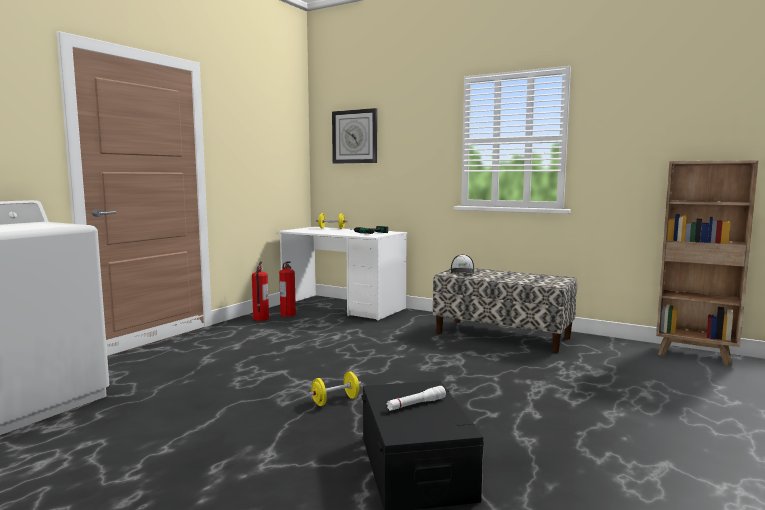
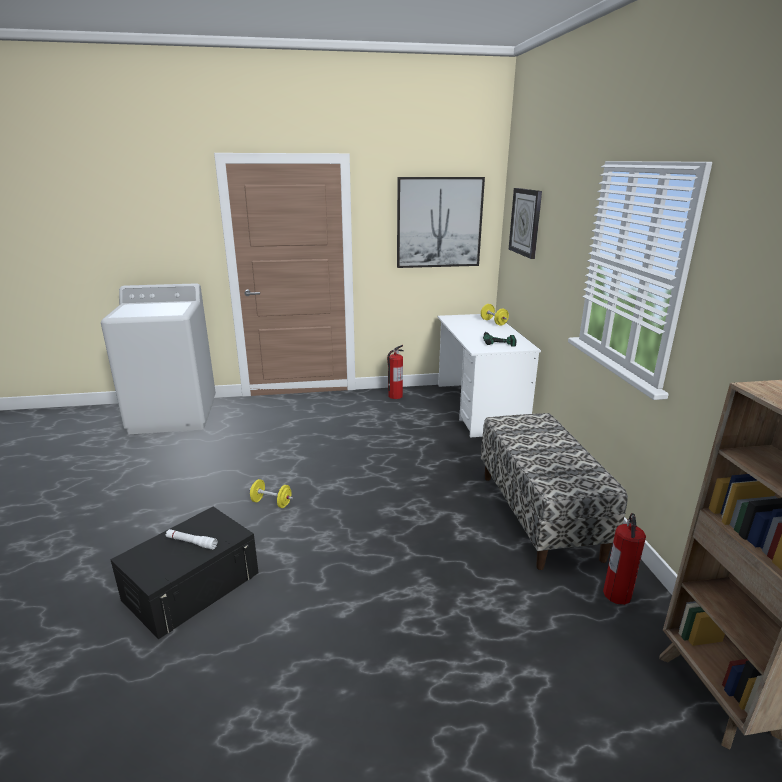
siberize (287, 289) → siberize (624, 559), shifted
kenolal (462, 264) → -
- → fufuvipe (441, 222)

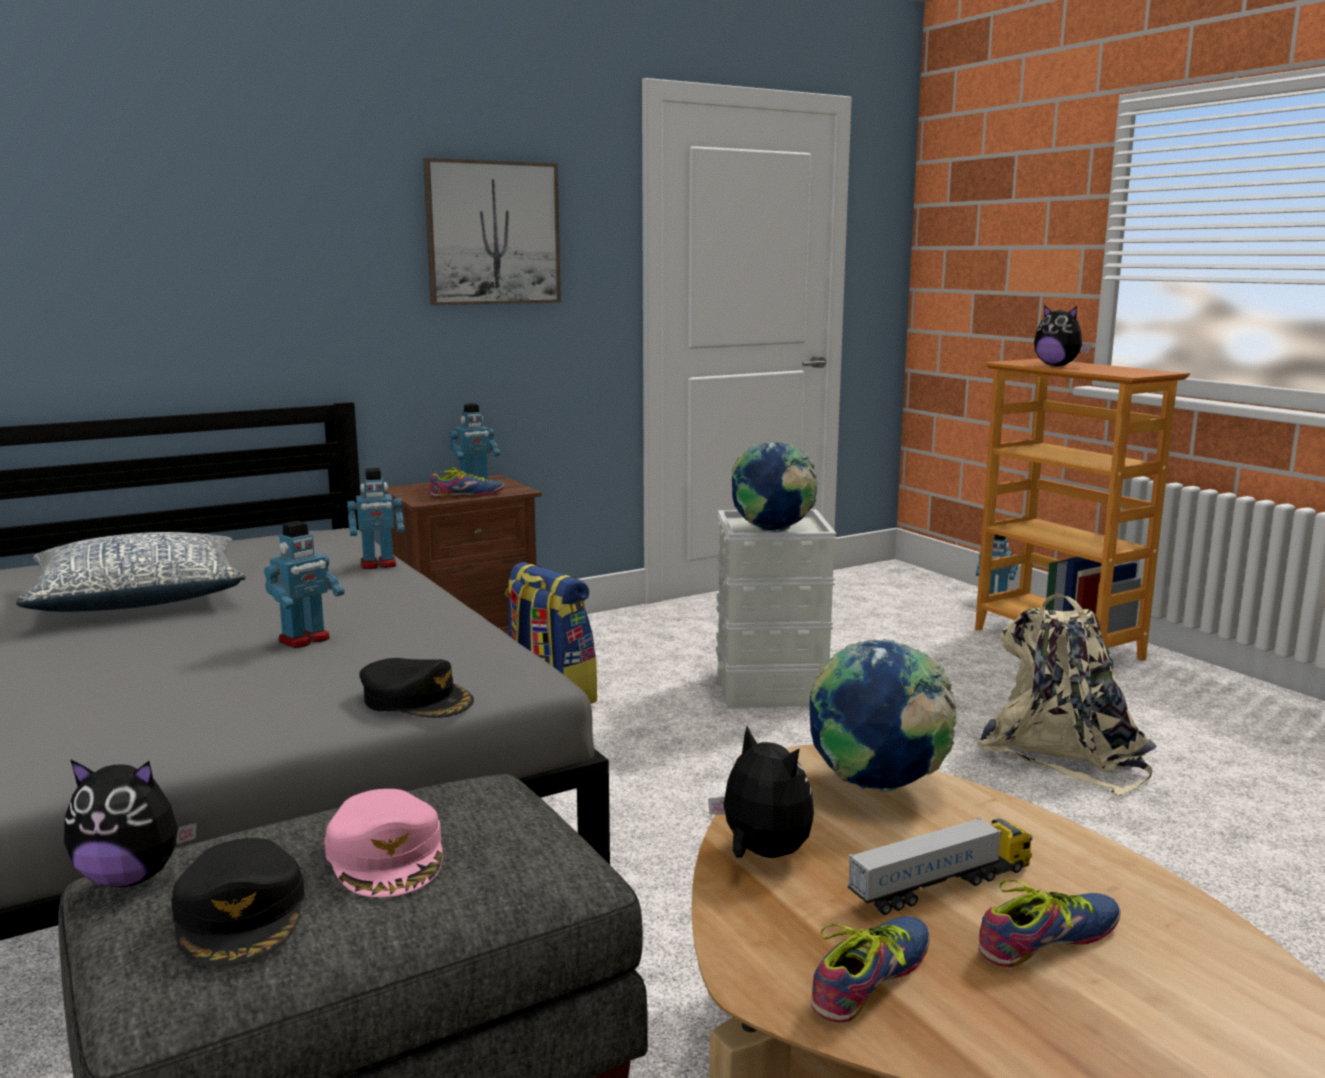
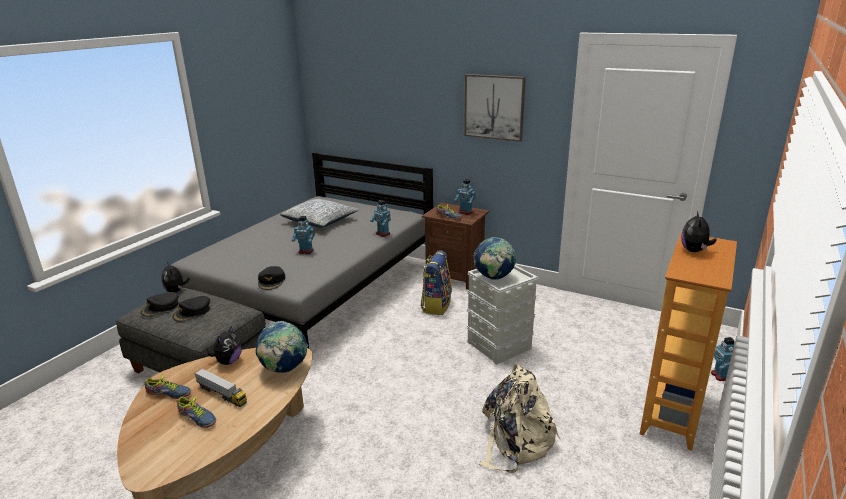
pink_kenolal (384, 843) → black_kenolal (191, 309)

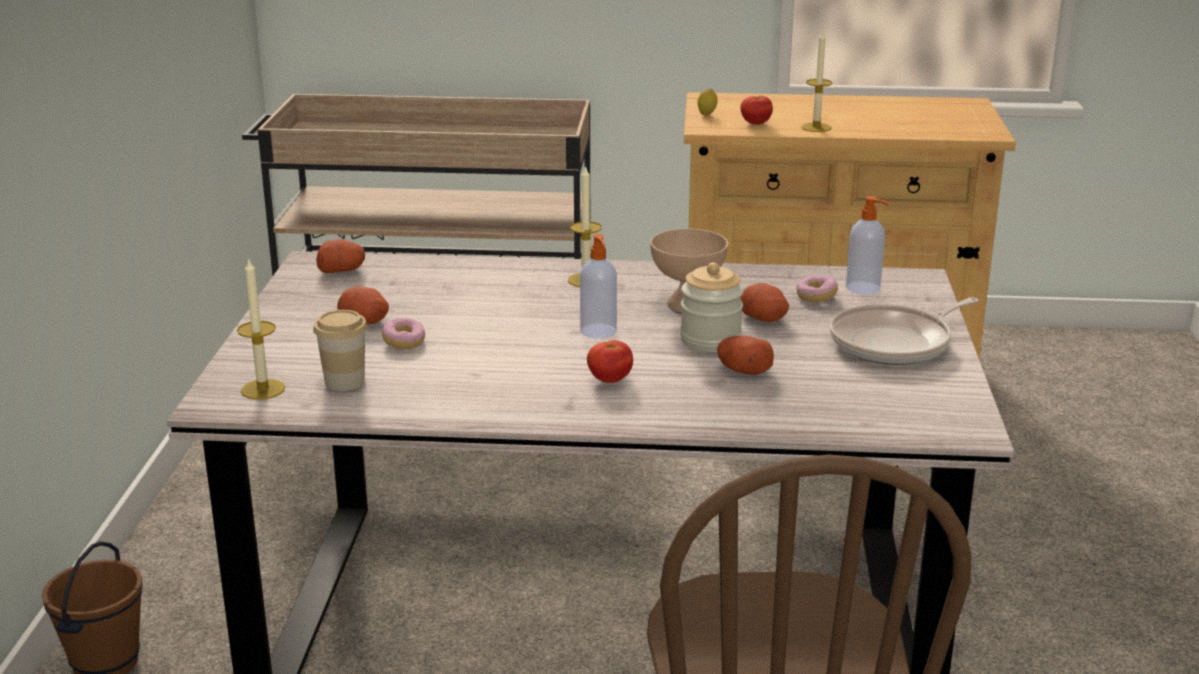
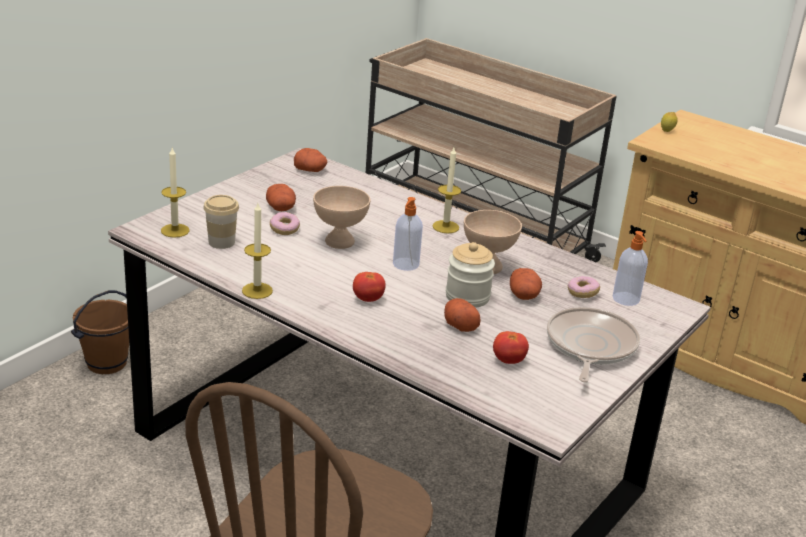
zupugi (756, 110) → zupugi (511, 347), shifted
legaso (817, 82) → legaso (257, 251), shifted
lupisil (904, 331) → lupisil (593, 344), 105 degrees clockwise
- → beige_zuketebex (341, 217)

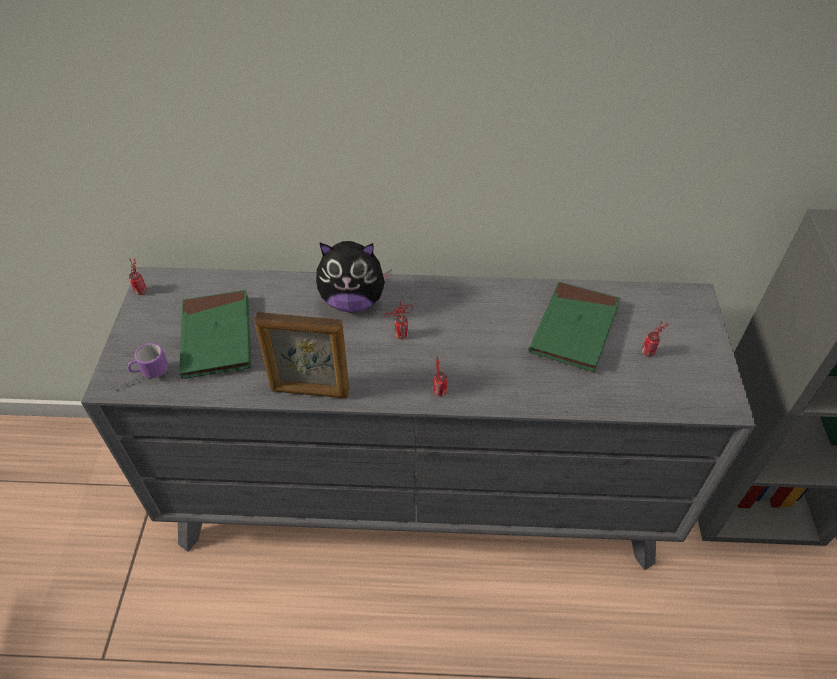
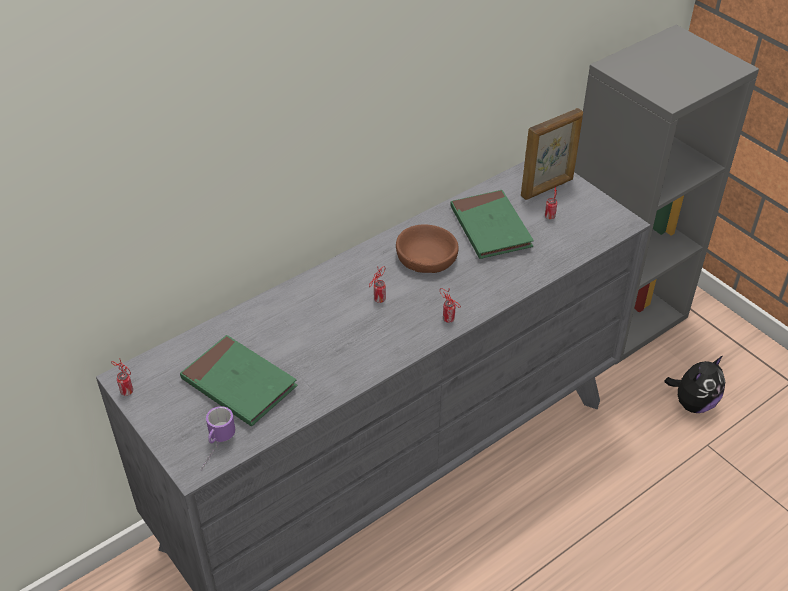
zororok (301, 355) → zororok (552, 154), shifted
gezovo (353, 277) → gezovo (695, 384), shifted
- → brown_zuketebex (427, 249)

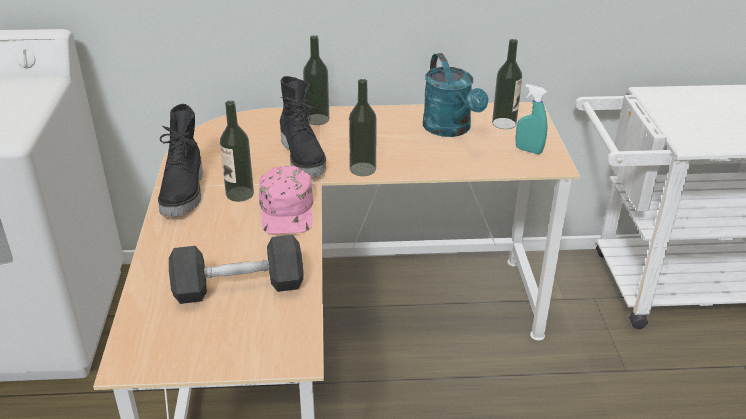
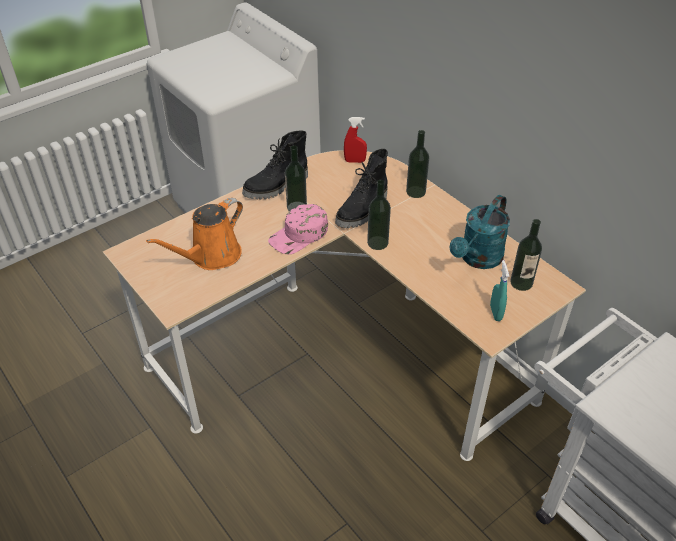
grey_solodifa (236, 269) → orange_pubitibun (194, 234)
- → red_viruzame (355, 140)

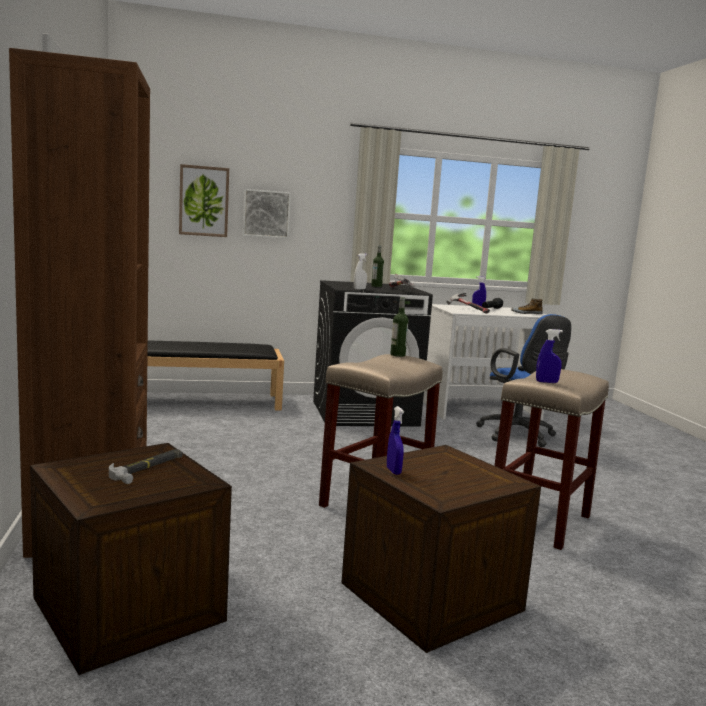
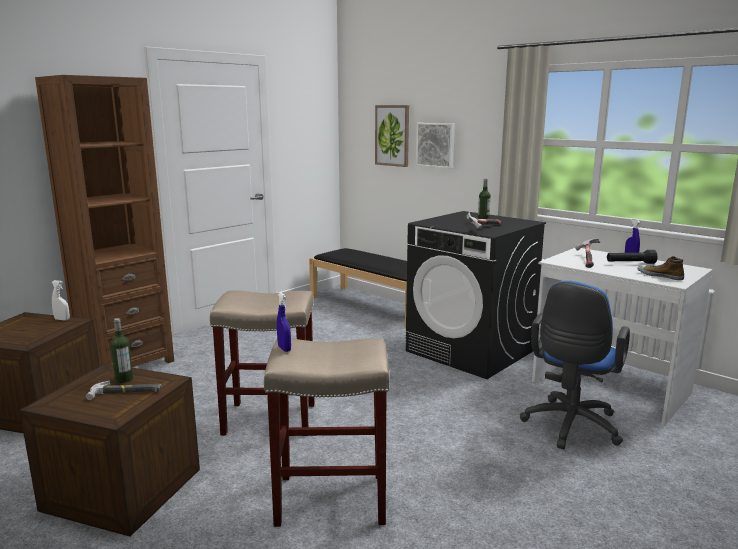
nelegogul (146, 466) → nelegogul (124, 390), shifted
white_viruzame (360, 272) → white_viruzame (60, 300), shifted
blue_viruzame (395, 440) → -
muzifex (399, 327) → muzifex (121, 350), shifted

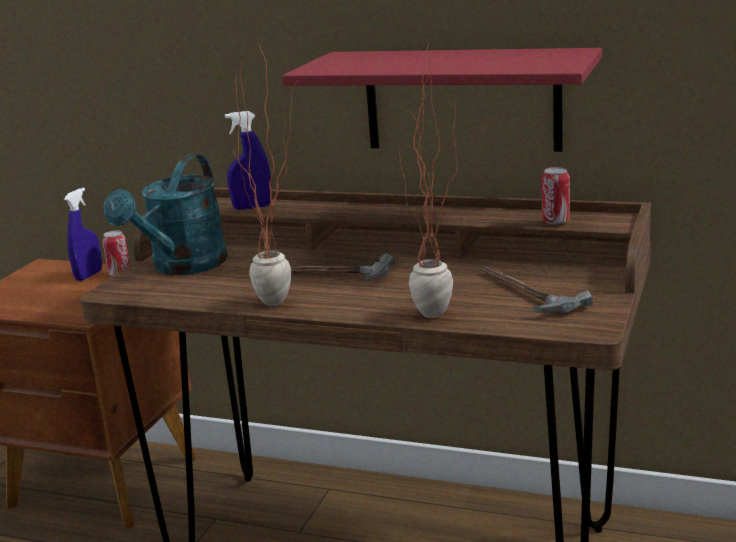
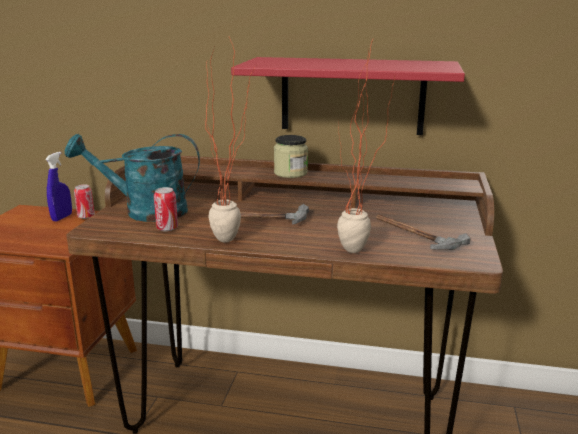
turquoise_pubitibun (165, 214) → turquoise_pubitibun (132, 178), 75 degrees clockwise
blue_viruzame (248, 160) → -
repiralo (555, 196) → repiralo (166, 209), shifted
- → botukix (291, 156)

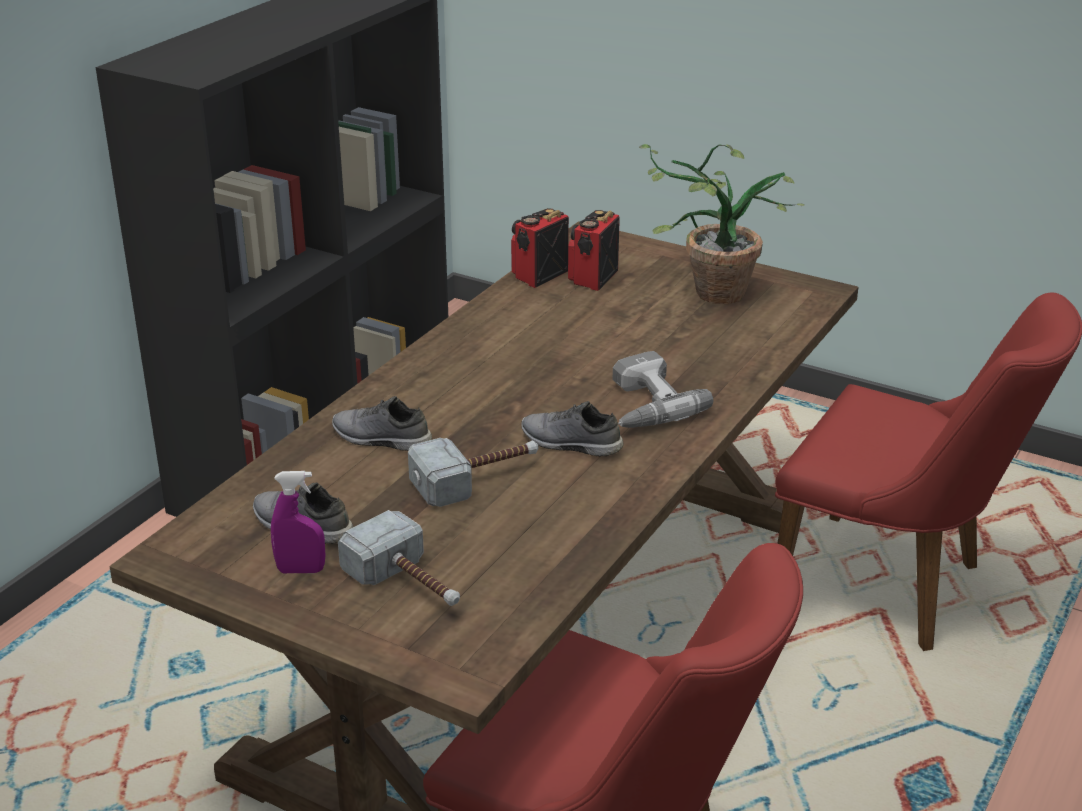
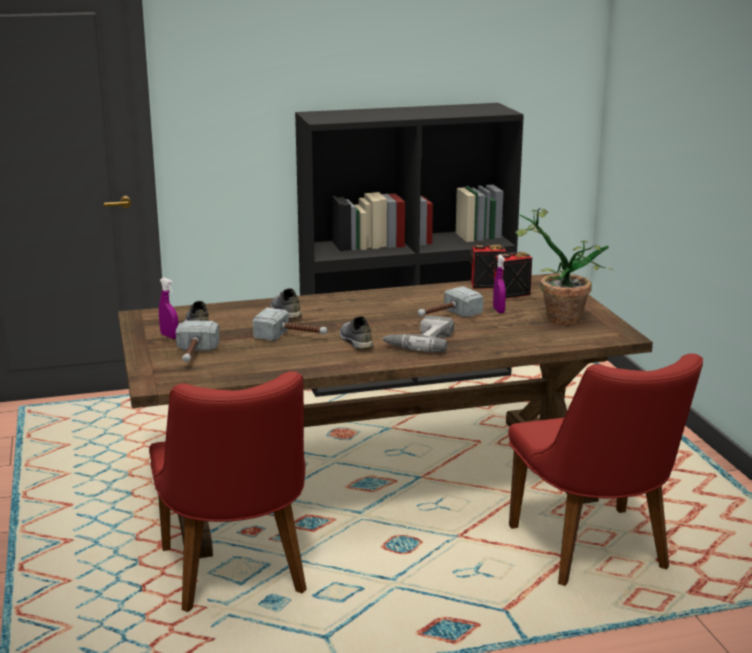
- → nelegogul (451, 302)
- → purple_viruzame (499, 284)

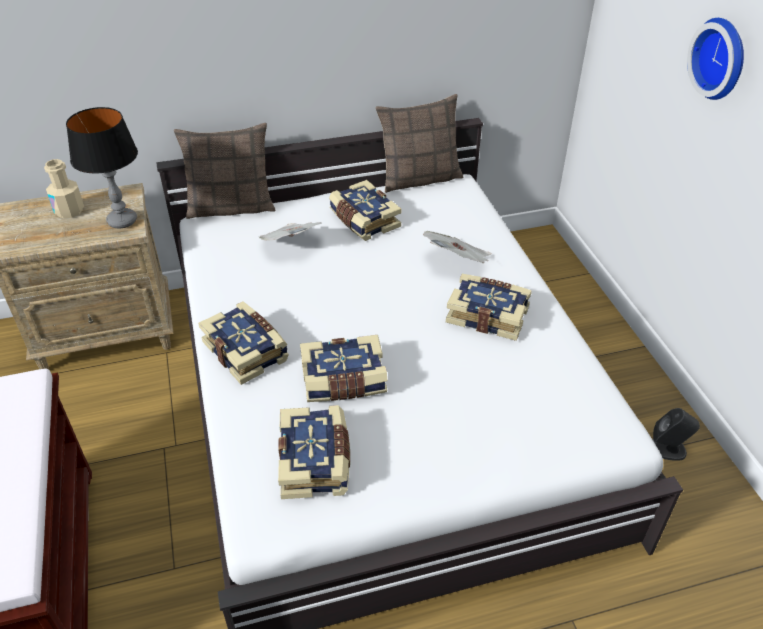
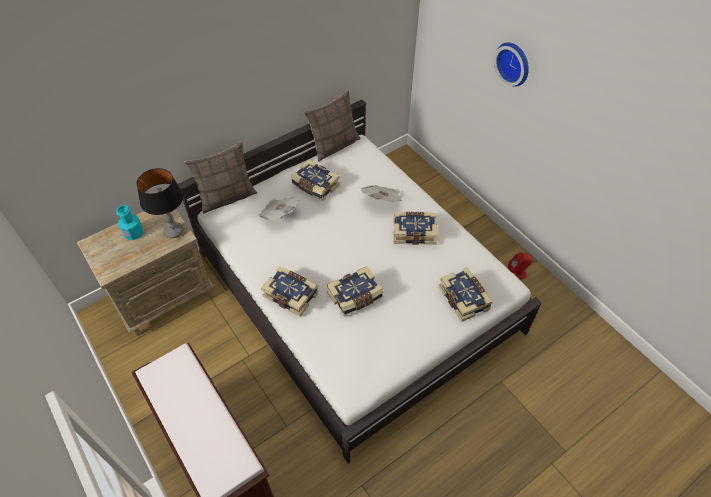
beige_muzifex (64, 188) → turquoise_muzifex (129, 222)
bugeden (314, 452) → bugeden (465, 294), shifted
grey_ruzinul (676, 434) → red_ruzinul (520, 266)

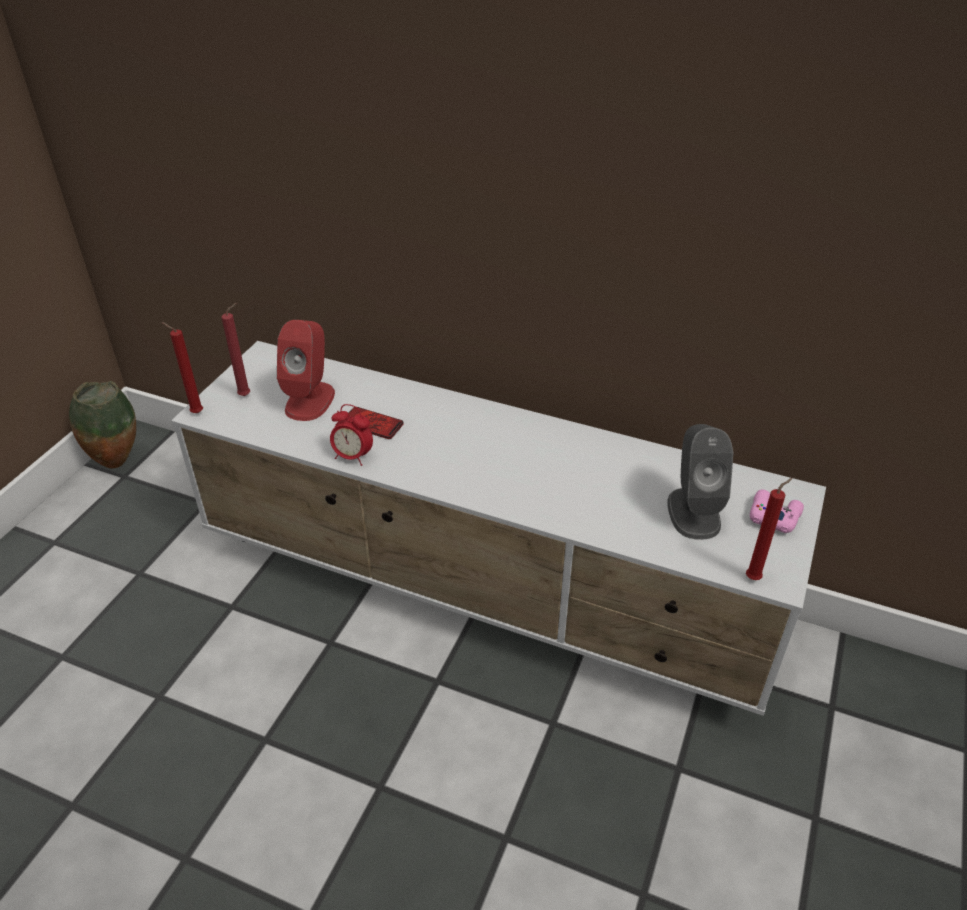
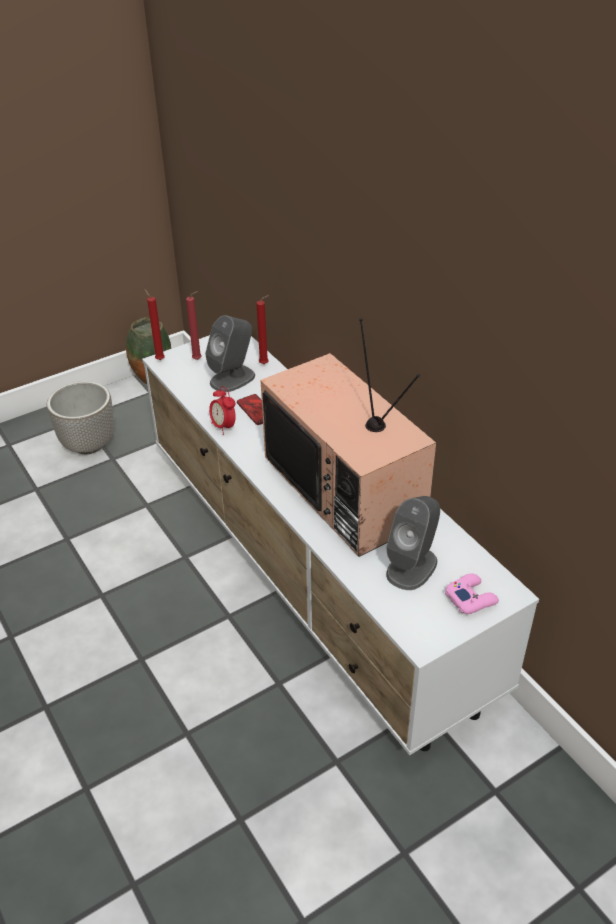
red_ruzinul (306, 370) → grey_ruzinul (230, 353)
red_legaso (769, 529) → red_legaso (262, 329), shifted
- → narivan (80, 417)
- → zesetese (348, 437)

